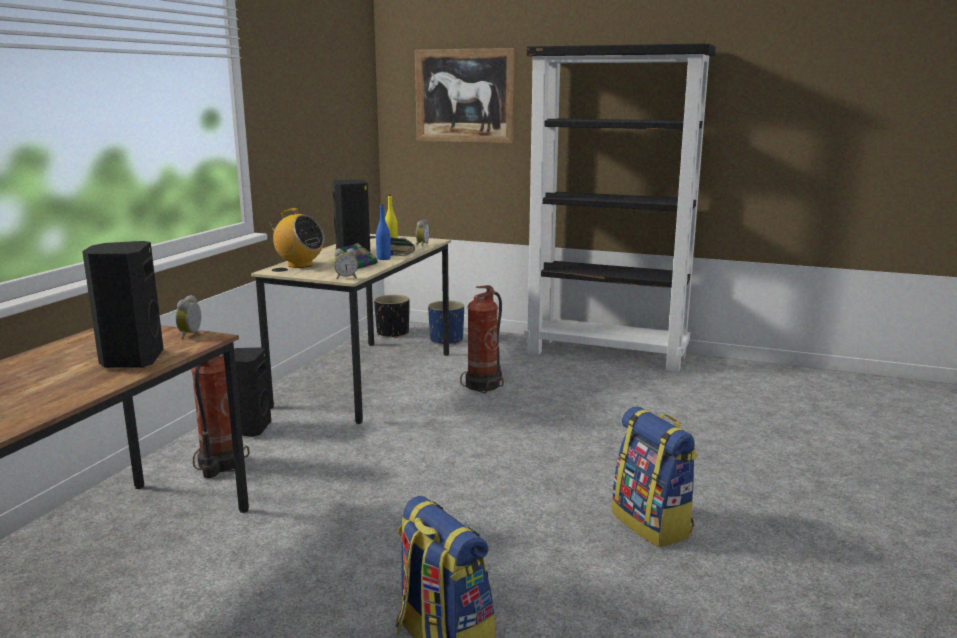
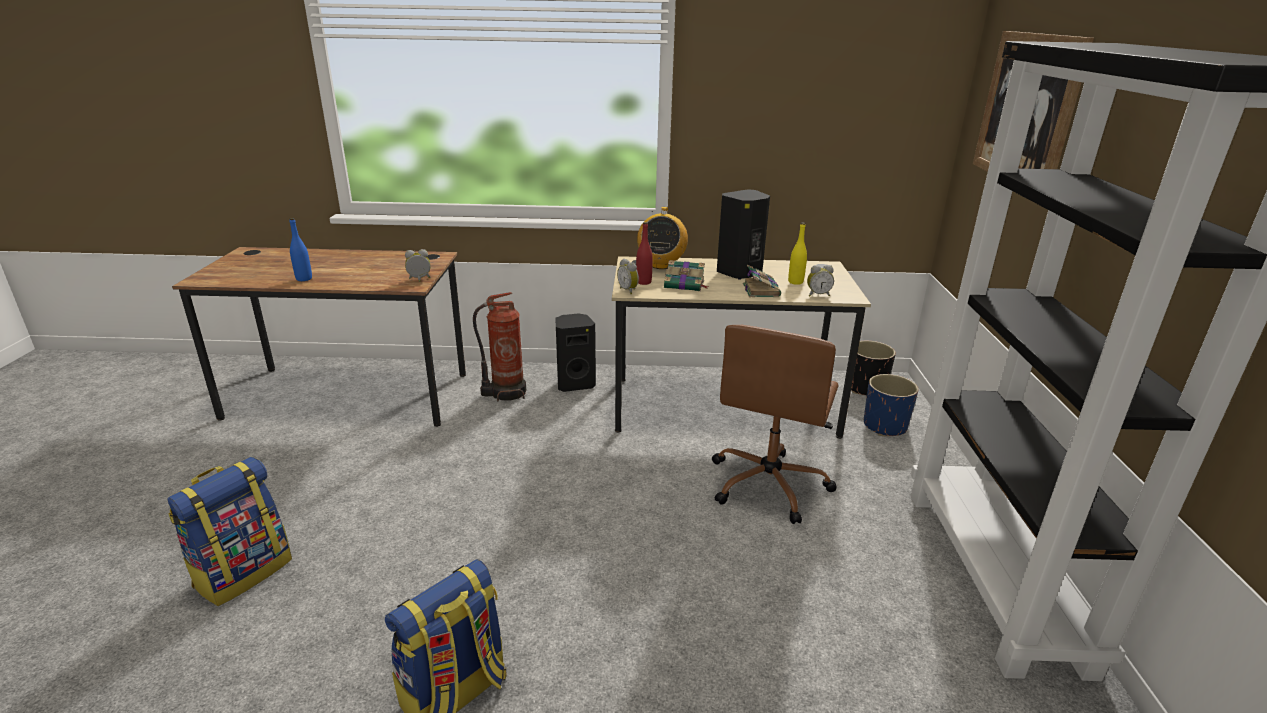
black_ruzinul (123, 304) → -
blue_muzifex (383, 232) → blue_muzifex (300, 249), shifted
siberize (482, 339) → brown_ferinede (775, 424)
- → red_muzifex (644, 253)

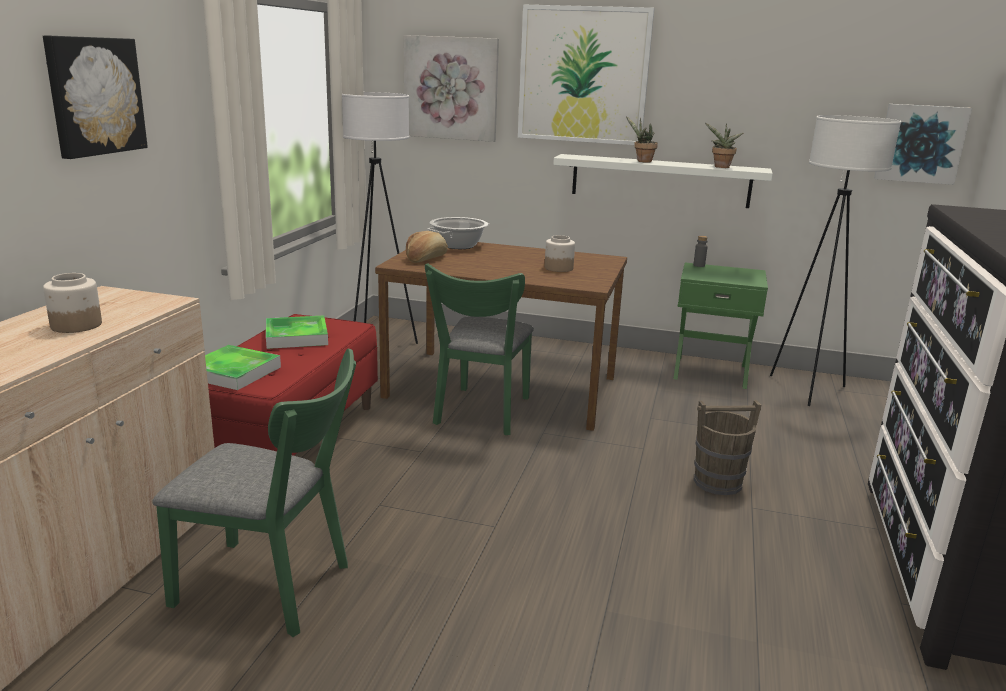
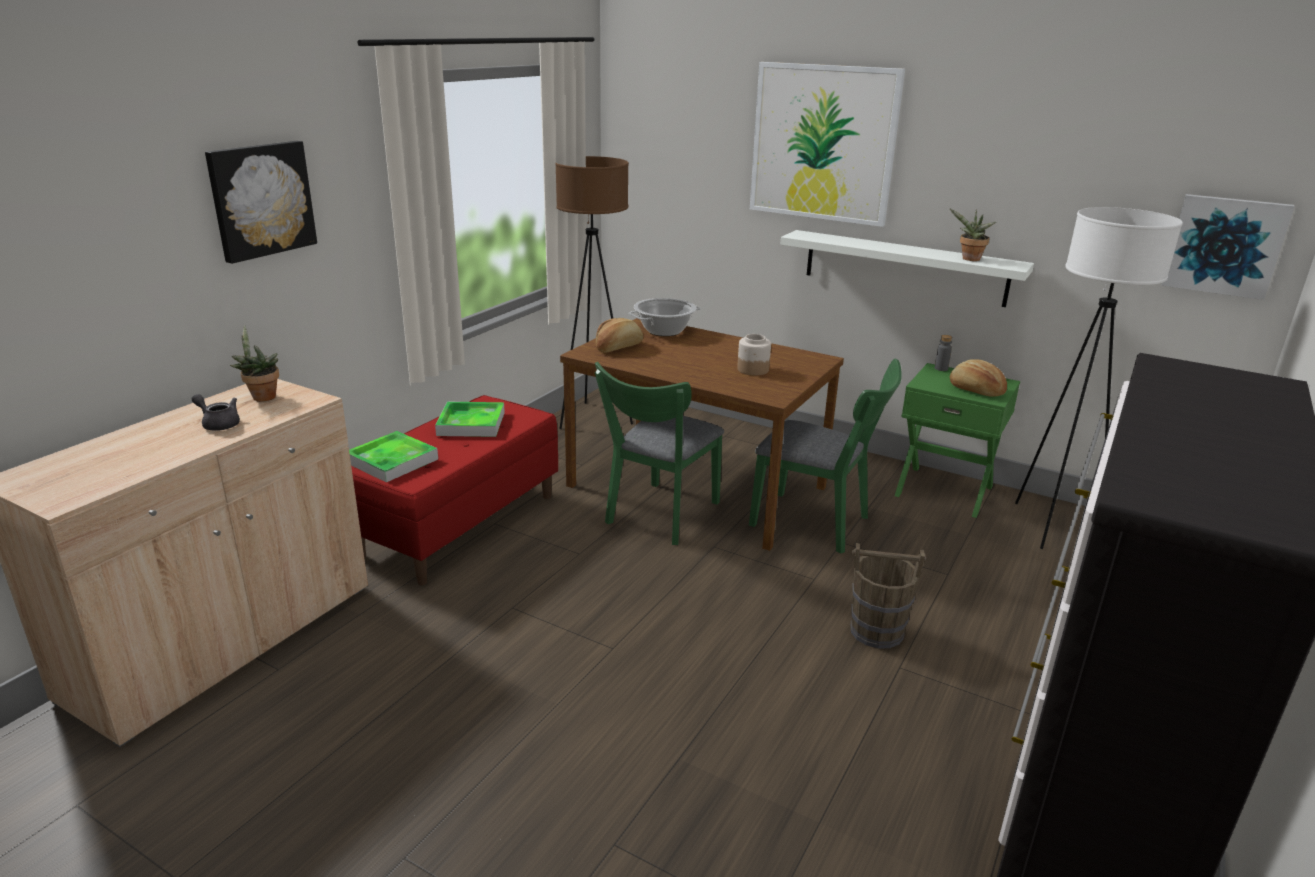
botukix (72, 303) → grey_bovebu (216, 412)
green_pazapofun (254, 493) → green_pazapofun (825, 456), shifted
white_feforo (380, 218) → brown_feforo (594, 292)
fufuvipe (451, 88) → -
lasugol (642, 139) → lasugol (254, 363), shifted
- → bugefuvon (978, 378)

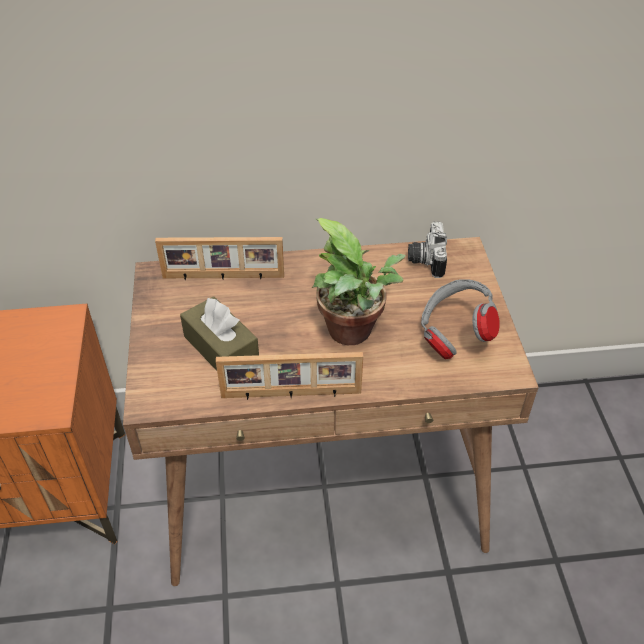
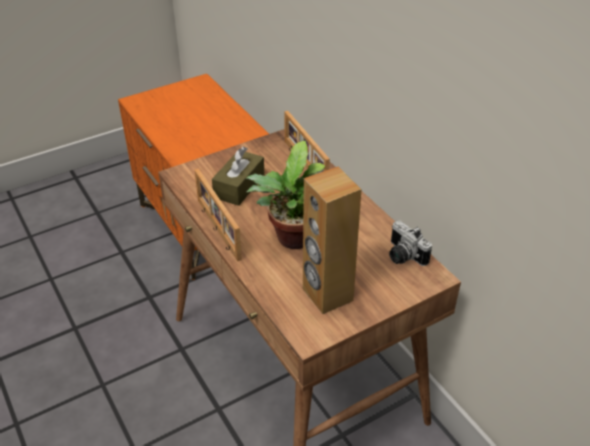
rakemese (427, 250) → rakemese (410, 243), 105 degrees counterclockwise
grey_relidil (460, 319) → brown_ruzinul (332, 240)

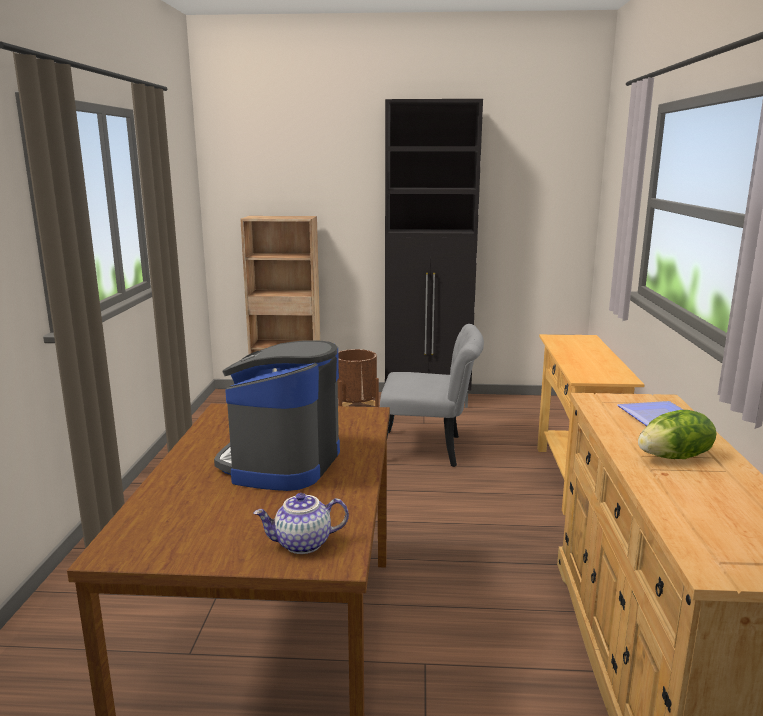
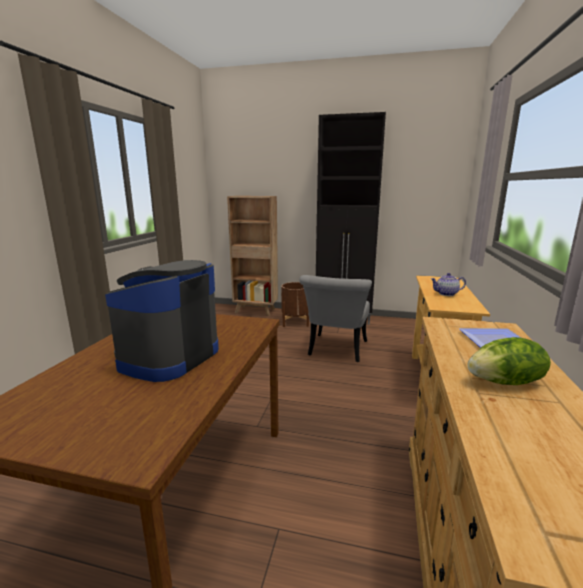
bovebu (301, 523) → bovebu (448, 284), shifted
grey_pazapofun (432, 395) → grey_pazapofun (335, 318), 90 degrees clockwise

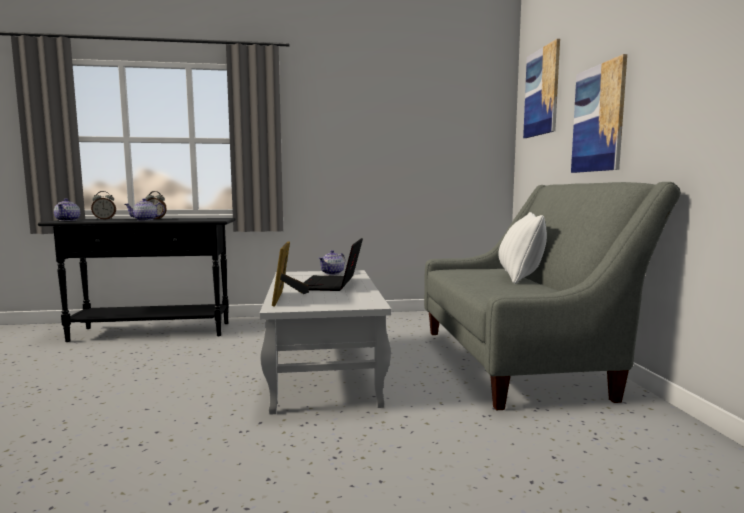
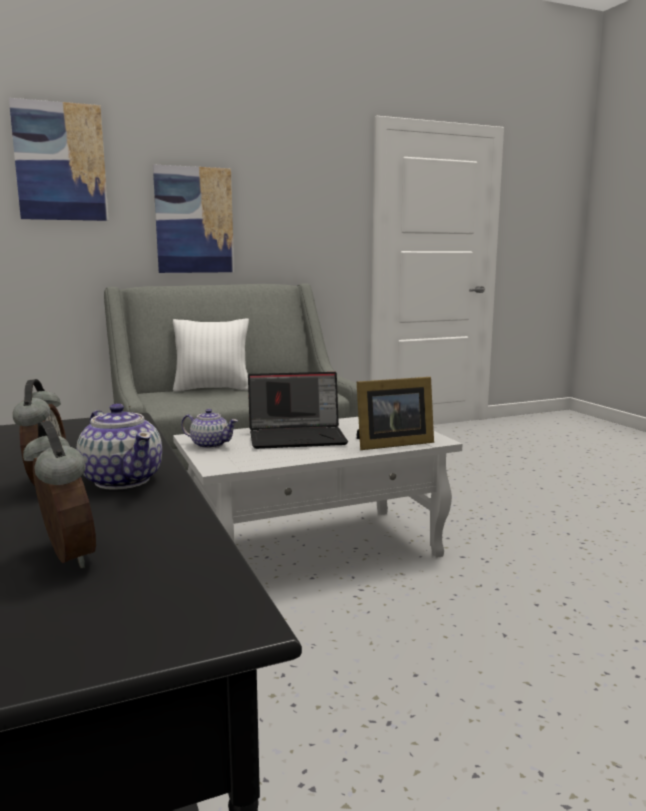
bovebu (67, 210) → -

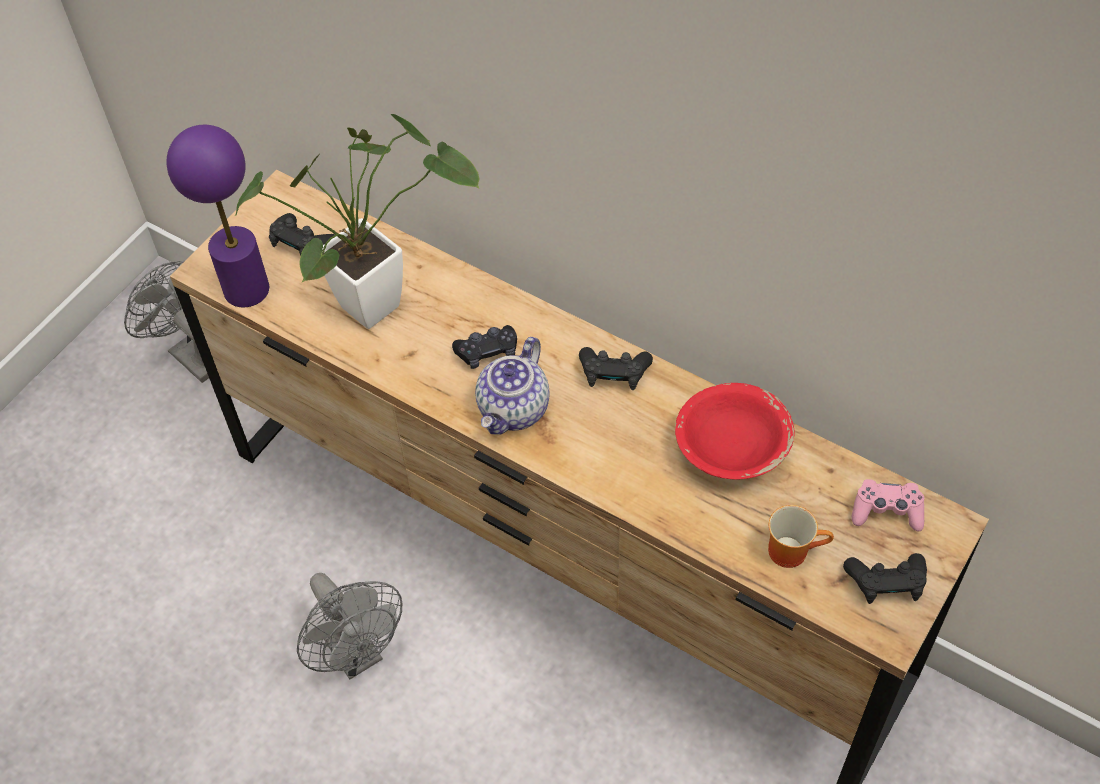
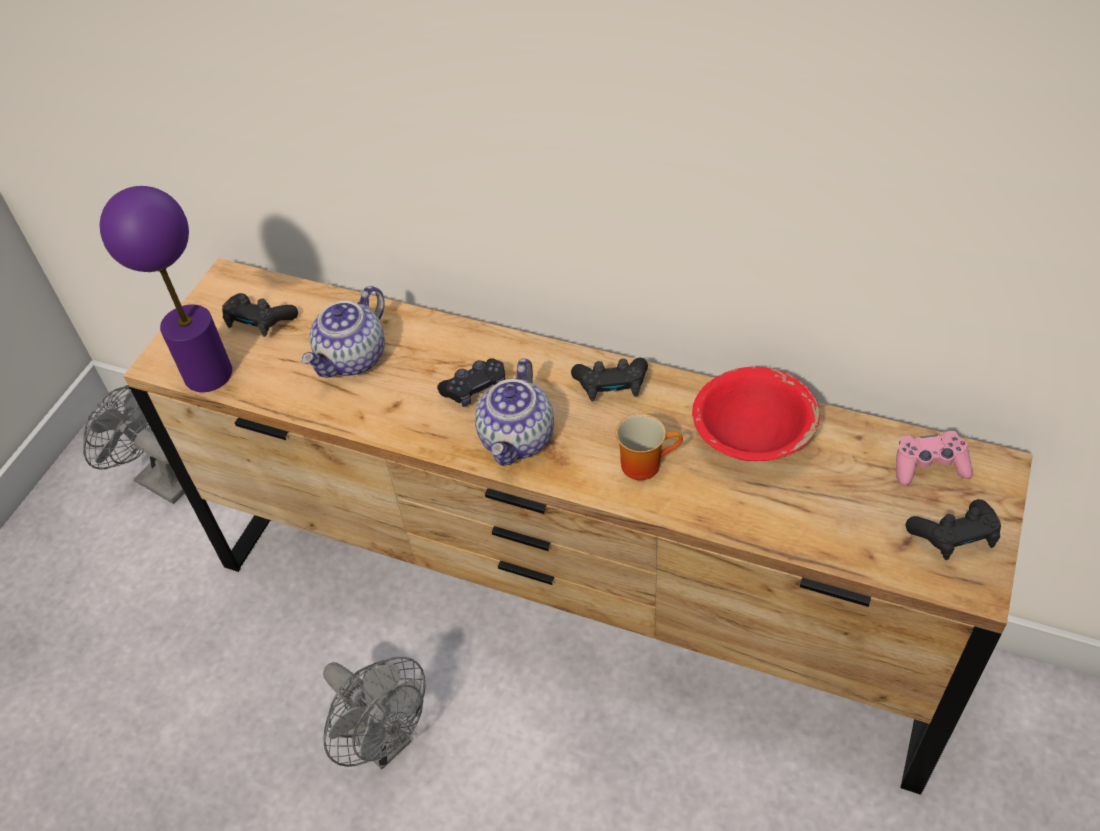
lasugol (357, 221) → bovebu (343, 332)
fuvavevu (801, 536) → fuvavevu (649, 447), shifted

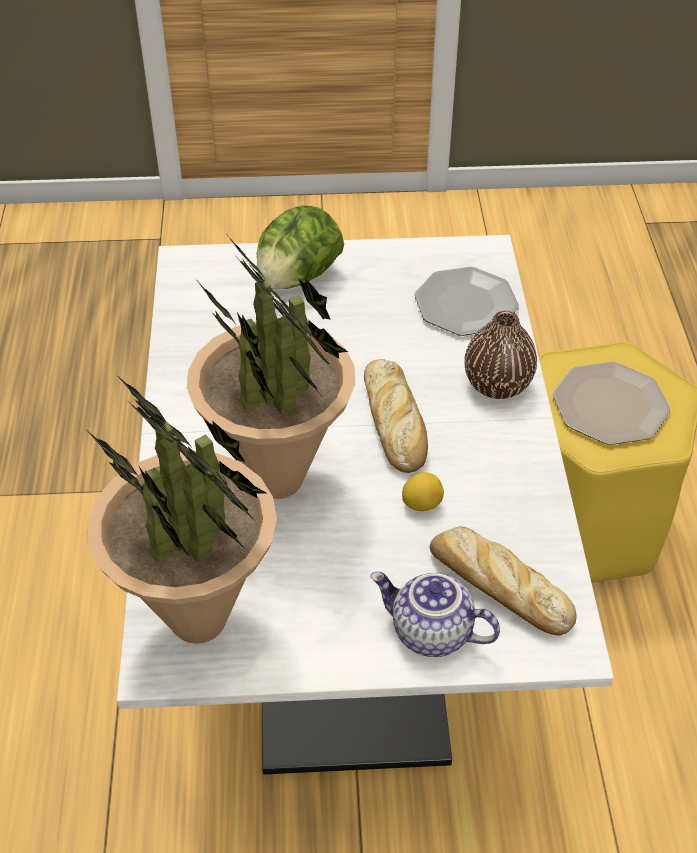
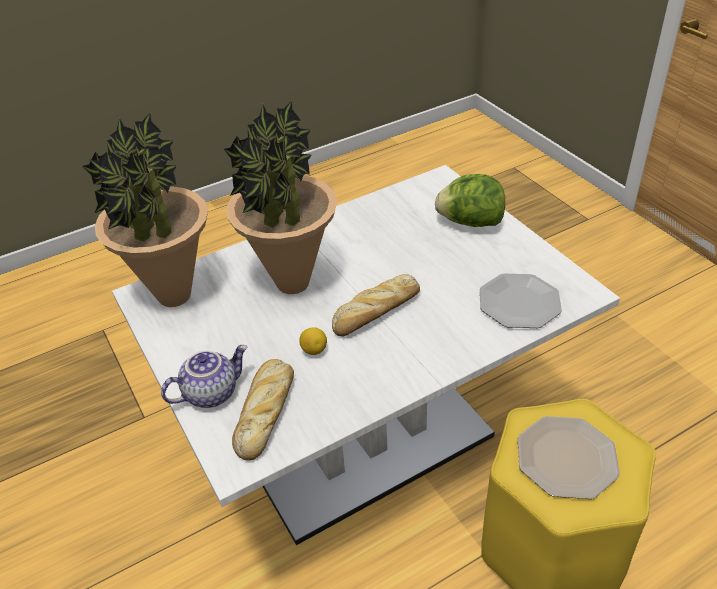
bovebu (435, 614) → bovebu (204, 376), 60 degrees clockwise
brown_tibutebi (500, 355) → -

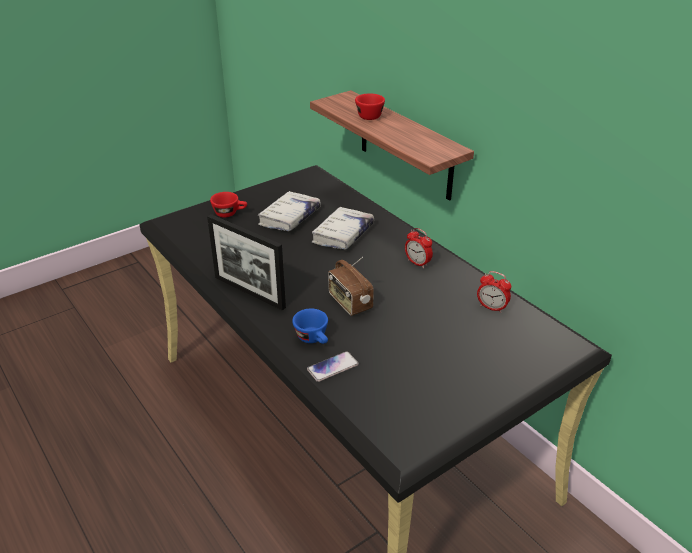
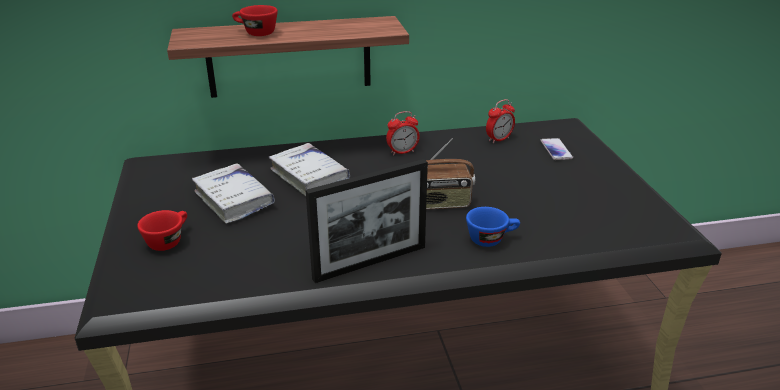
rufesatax (333, 366) → rufesatax (556, 149), shifted

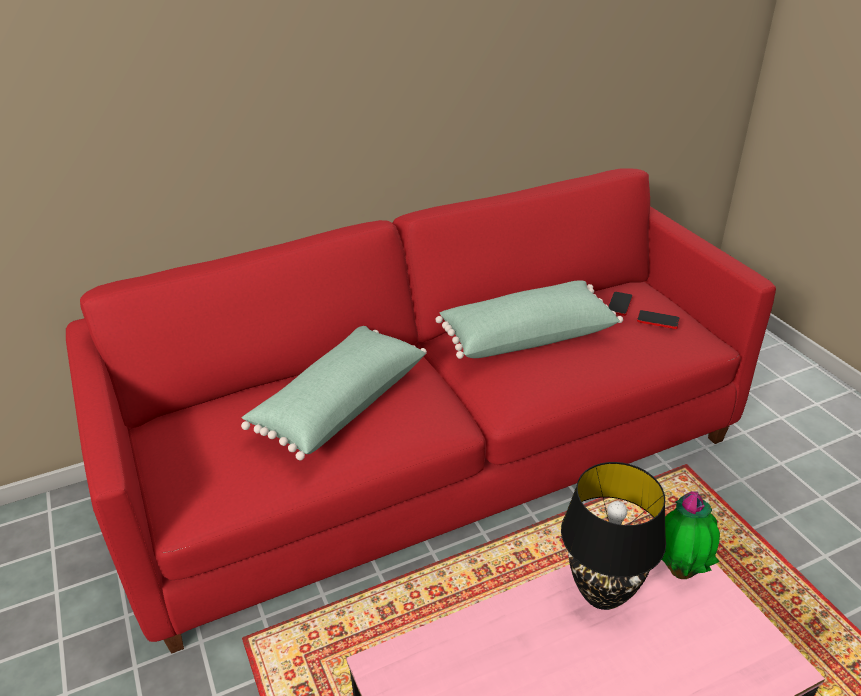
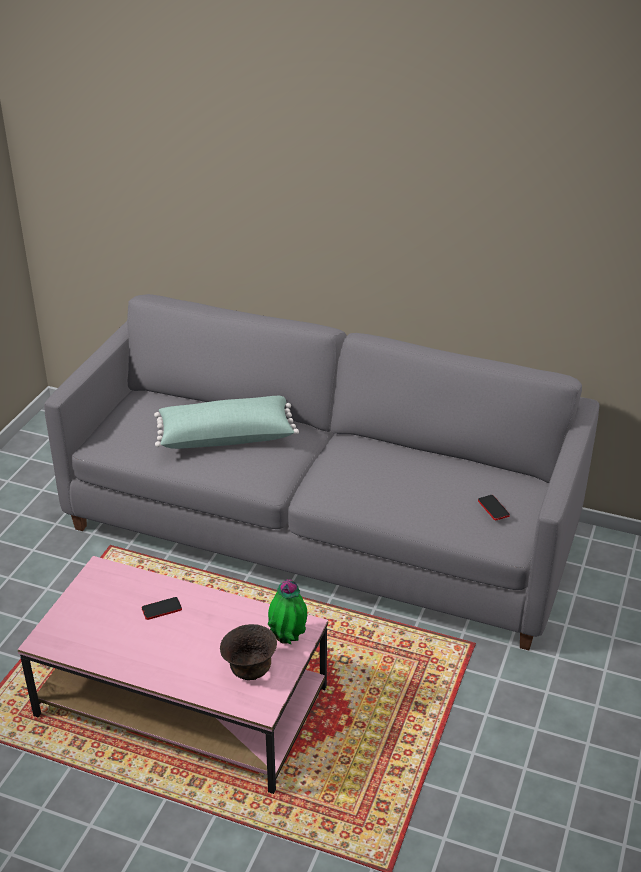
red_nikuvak (421, 411) → grey_nikuvak (321, 472)
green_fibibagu (529, 319) → -
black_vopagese (613, 536) → -
rufesatax (620, 304) → rufesatax (161, 608), shifted
- → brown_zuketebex (248, 652)

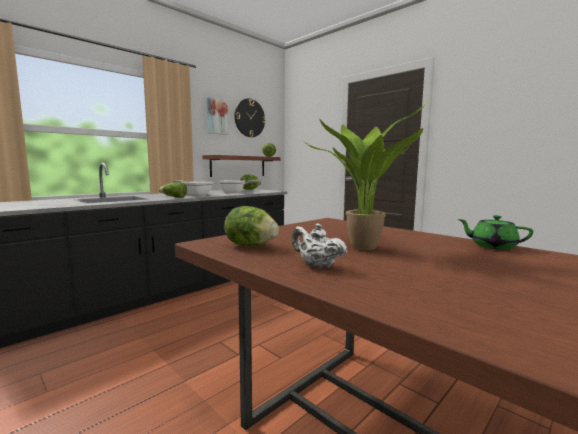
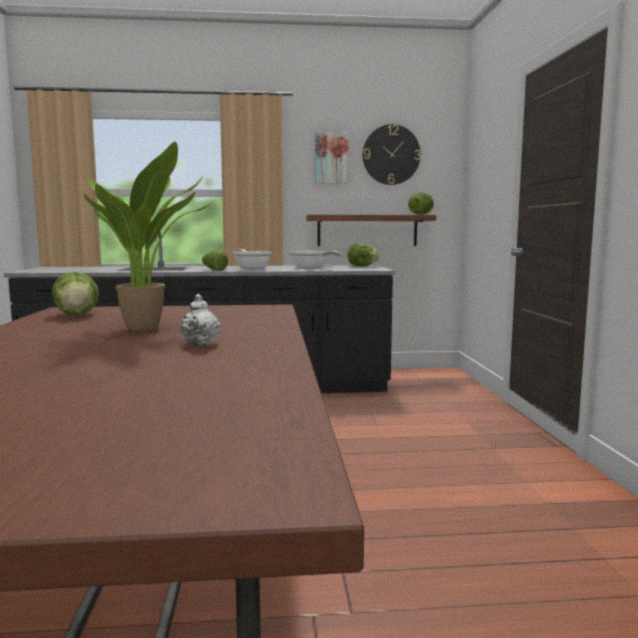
white_bovebu (319, 246) → white_bovebu (201, 320), shifted
green_bovebu (495, 232) → -

